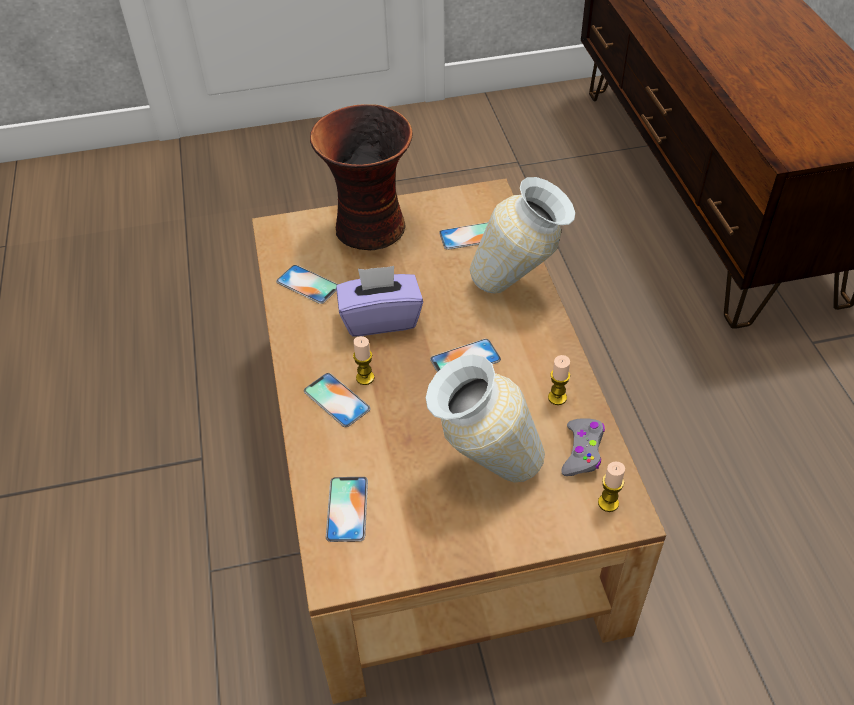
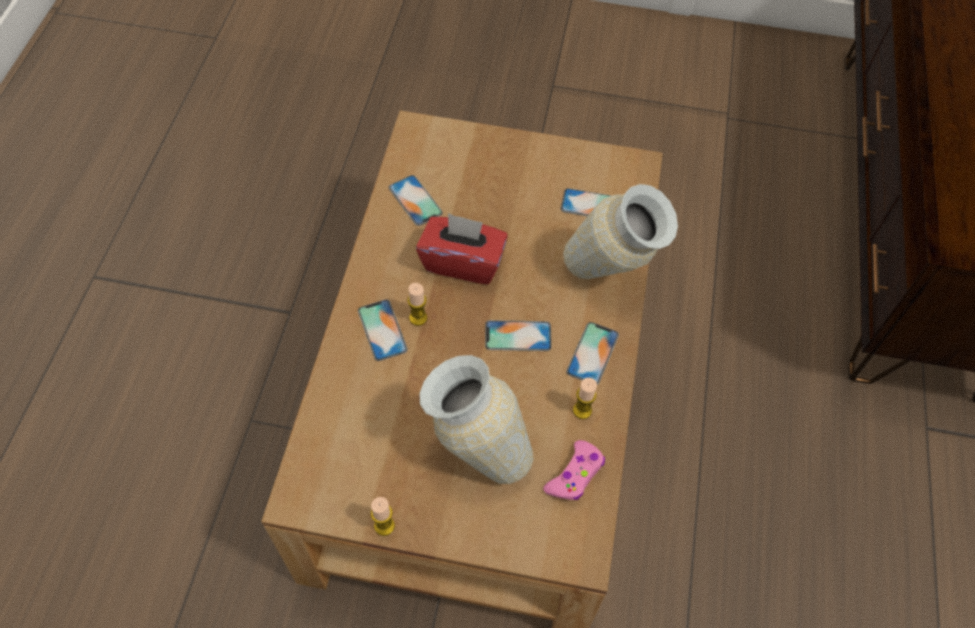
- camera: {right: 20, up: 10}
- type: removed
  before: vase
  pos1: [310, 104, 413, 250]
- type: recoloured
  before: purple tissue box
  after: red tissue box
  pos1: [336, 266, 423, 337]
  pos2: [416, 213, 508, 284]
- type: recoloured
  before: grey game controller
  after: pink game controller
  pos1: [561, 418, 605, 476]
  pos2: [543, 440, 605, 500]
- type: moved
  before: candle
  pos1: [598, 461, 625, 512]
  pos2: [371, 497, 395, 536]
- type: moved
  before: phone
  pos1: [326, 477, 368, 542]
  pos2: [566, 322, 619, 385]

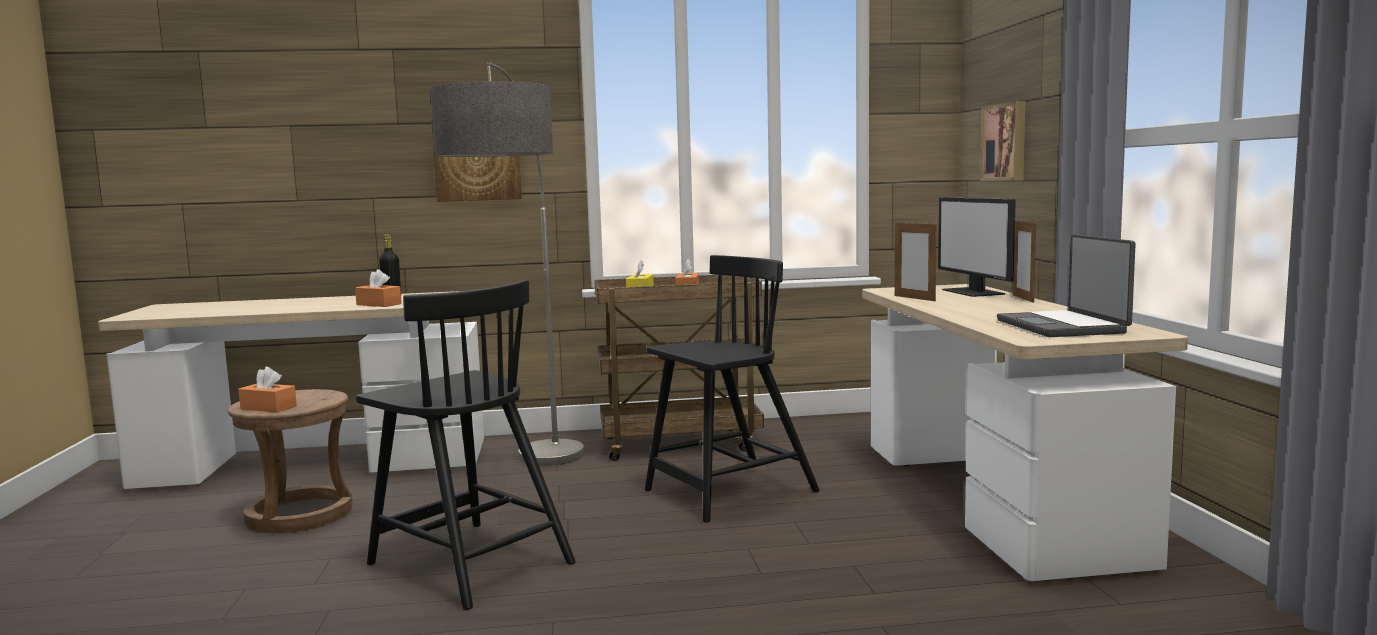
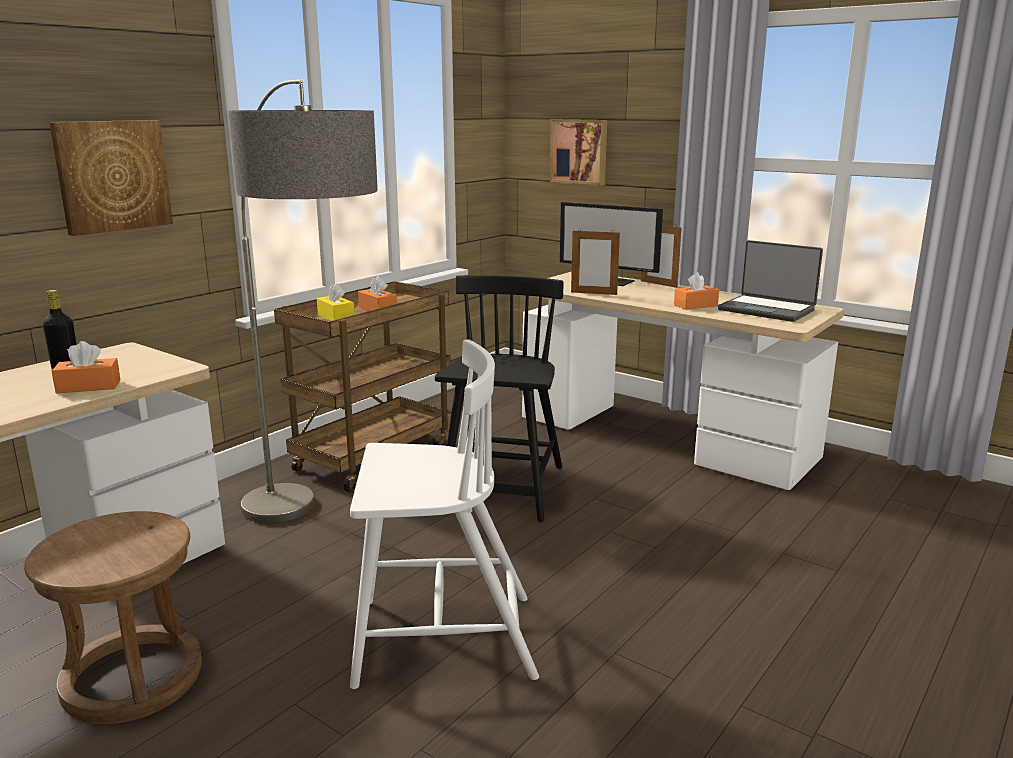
- camera: {right: -45, up: 10}
- type: recoloured
  before: black chair
  after: white chair
  pos1: [356, 280, 576, 610]
  pos2: [350, 340, 539, 689]
- type: moved
  before: orange tissue box
  pos1: [238, 367, 297, 412]
  pos2: [674, 272, 719, 310]

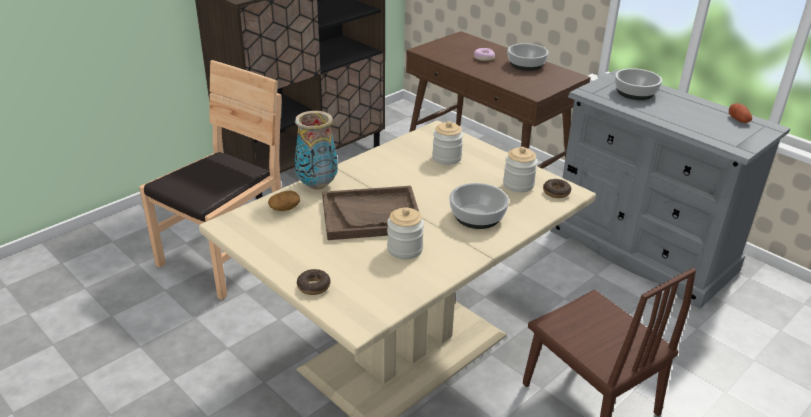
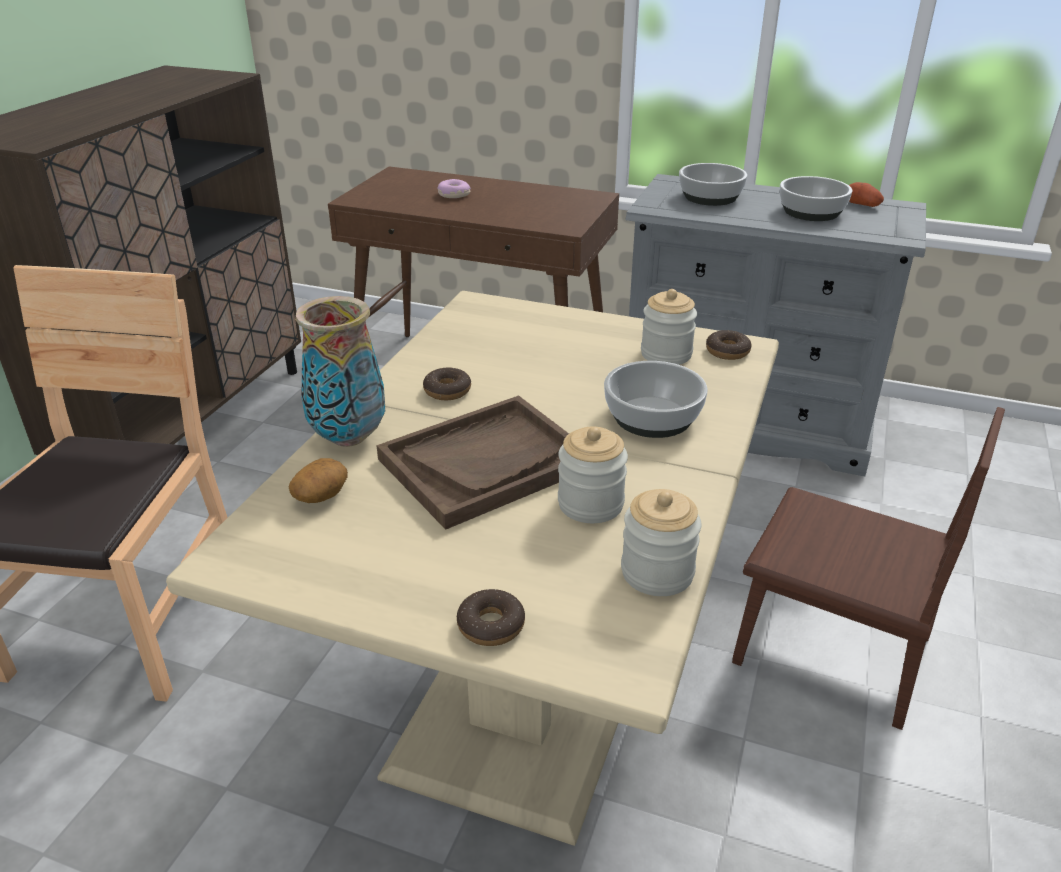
- camera: {right: -25, up: 0}
- type: moved
  before: bowl
  pos1: [507, 43, 548, 71]
  pos2: [779, 176, 853, 221]
- type: moved
  before: jar
  pos1: [432, 121, 464, 165]
  pos2: [621, 489, 702, 596]
- type: added
  after: donut
  pos2: [423, 367, 471, 400]

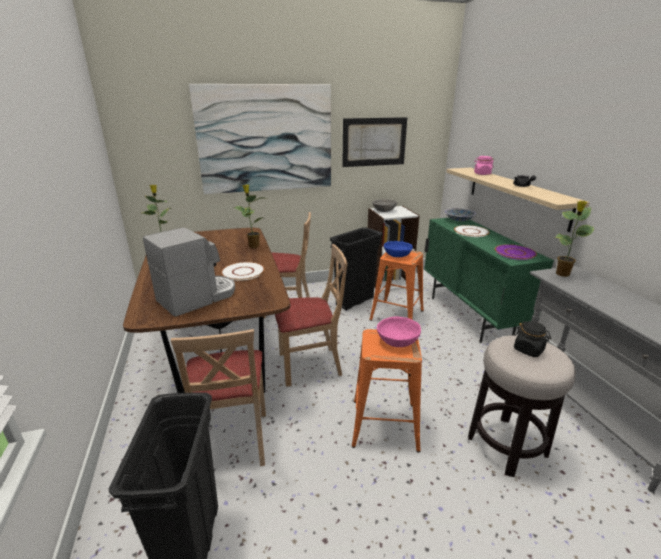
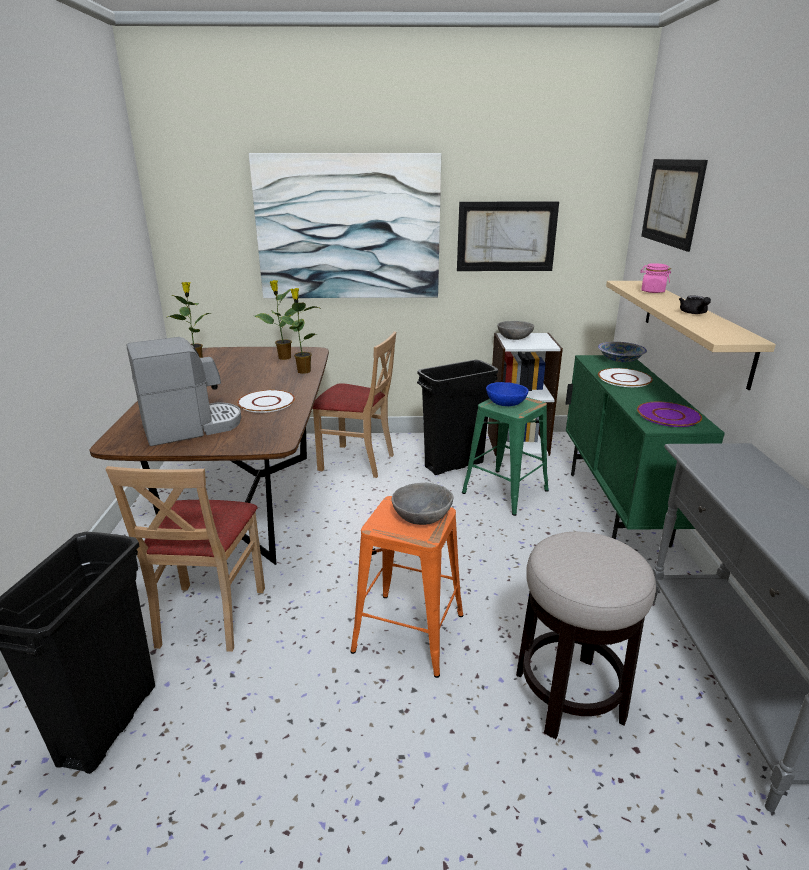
- camera: {right: 15, up: 0}
- type: moved
  before: potted plant
  pos1: [555, 200, 594, 277]
  pos2: [254, 280, 297, 360]
- type: removed
  before: beige chair
  pos1: [275, 244, 348, 387]
- type: recoloured
  before: orange stool
  after: green stool
  pos1: [369, 250, 424, 321]
  pos2: [462, 397, 549, 516]
- type: recoloured
  before: pink bowl
  after: grey bowl
  pos1: [377, 317, 421, 347]
  pos2: [392, 483, 453, 525]
- type: removed
  before: black jar
  pos1: [514, 321, 551, 357]
- type: added
  after: picture
  pos2: [641, 159, 708, 252]

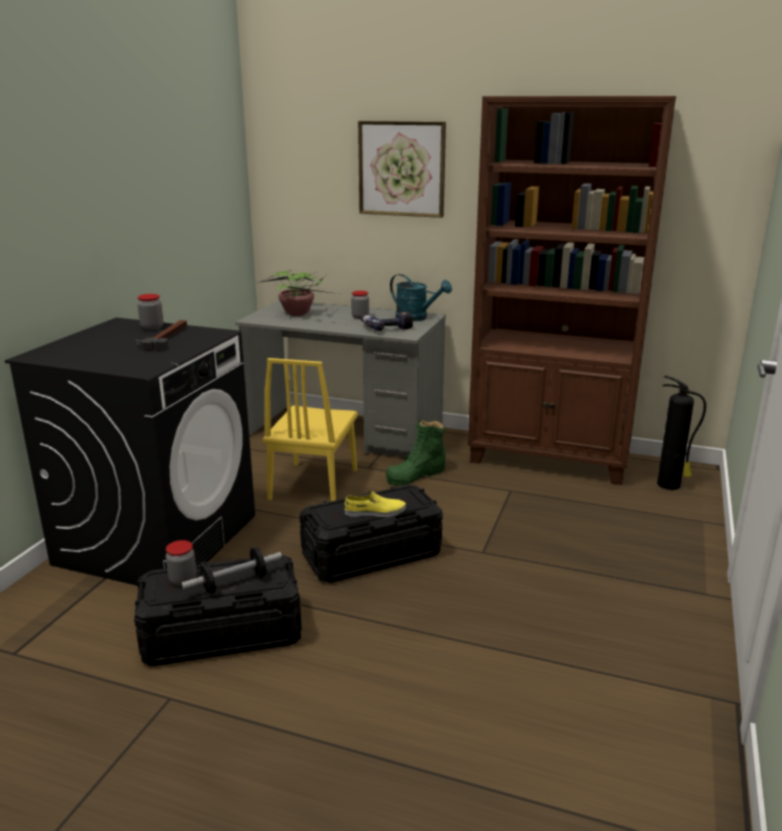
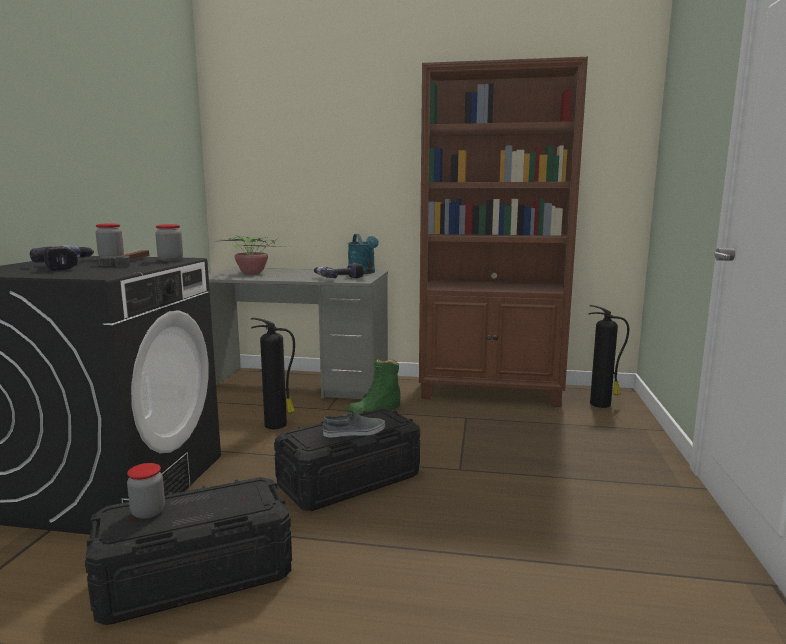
- camera: {right: -10, up: -10}
- type: removed
  before: picture
  pos1: [358, 121, 446, 218]
- type: turned
  before: turquoise watering can
  pos1: [390, 274, 452, 321]
  pos2: [348, 234, 379, 274]
  turn: 45
- type: moved
  before: jar
  pos1: [351, 291, 369, 319]
  pos2: [155, 224, 183, 261]
- type: replaced
  before: yellow chair
  after: fire extinguisher
  pos1: [263, 358, 358, 501]
  pos2: [251, 318, 295, 429]
- type: recoloured
  before: yellow shoe
  after: grey shoe
  pos1: [344, 491, 406, 517]
  pos2: [323, 410, 385, 437]
- type: removed
  before: dumbbell
  pos1: [182, 547, 282, 593]
- type: added
  after: power drill
  pos2: [30, 246, 94, 271]

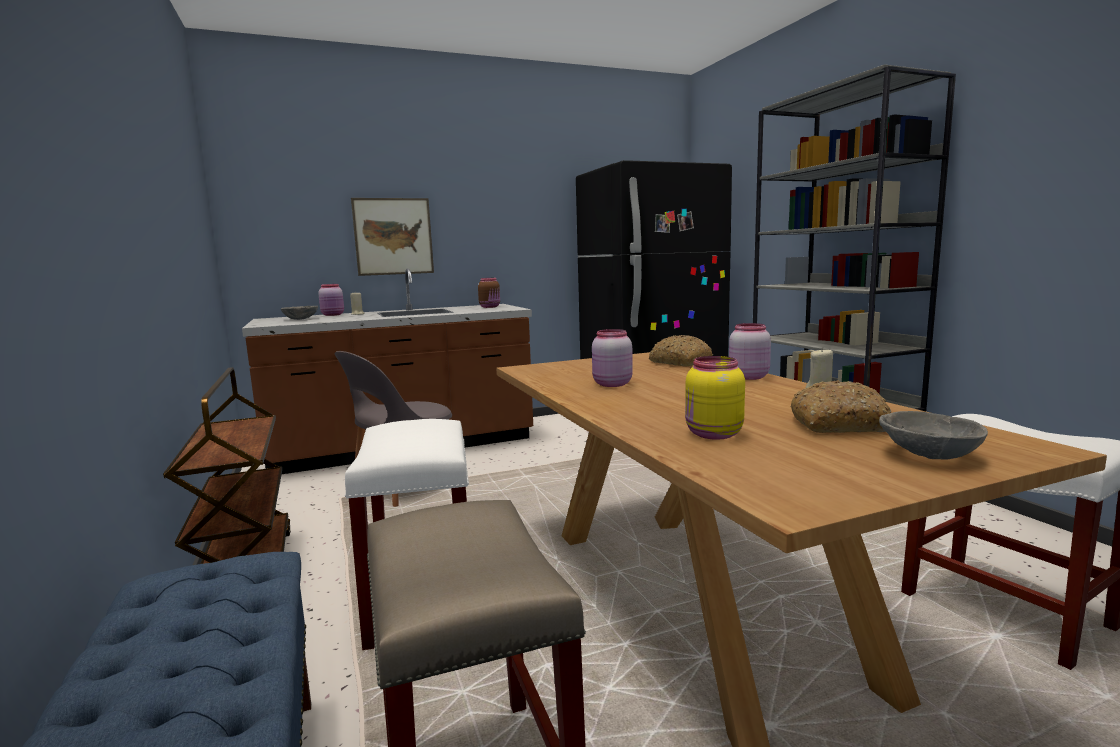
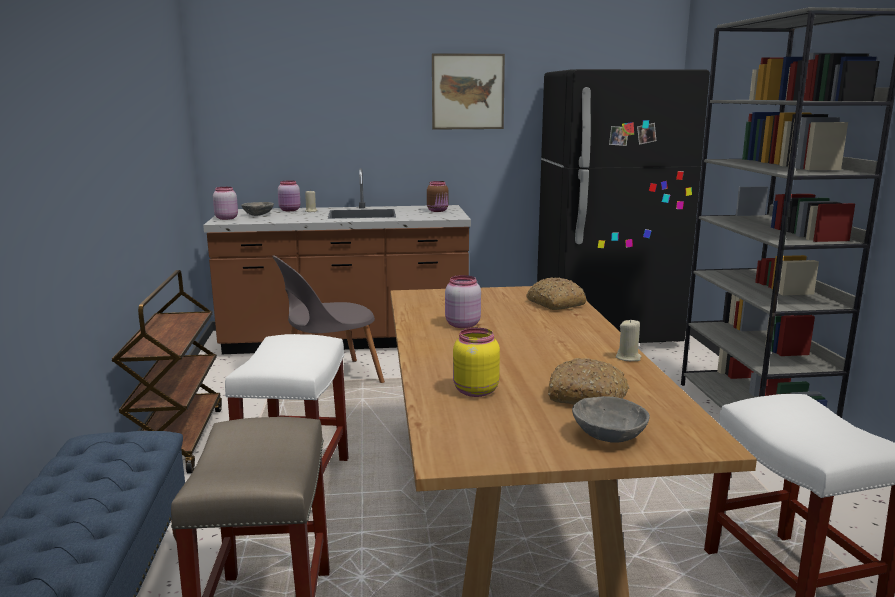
- camera: {right: 15, up: 5}
- type: moved
  before: picture
  pos1: [351, 198, 434, 276]
  pos2: [432, 53, 505, 130]
- type: moved
  before: pink jar
  pos1: [729, 323, 771, 380]
  pos2: [213, 187, 238, 220]

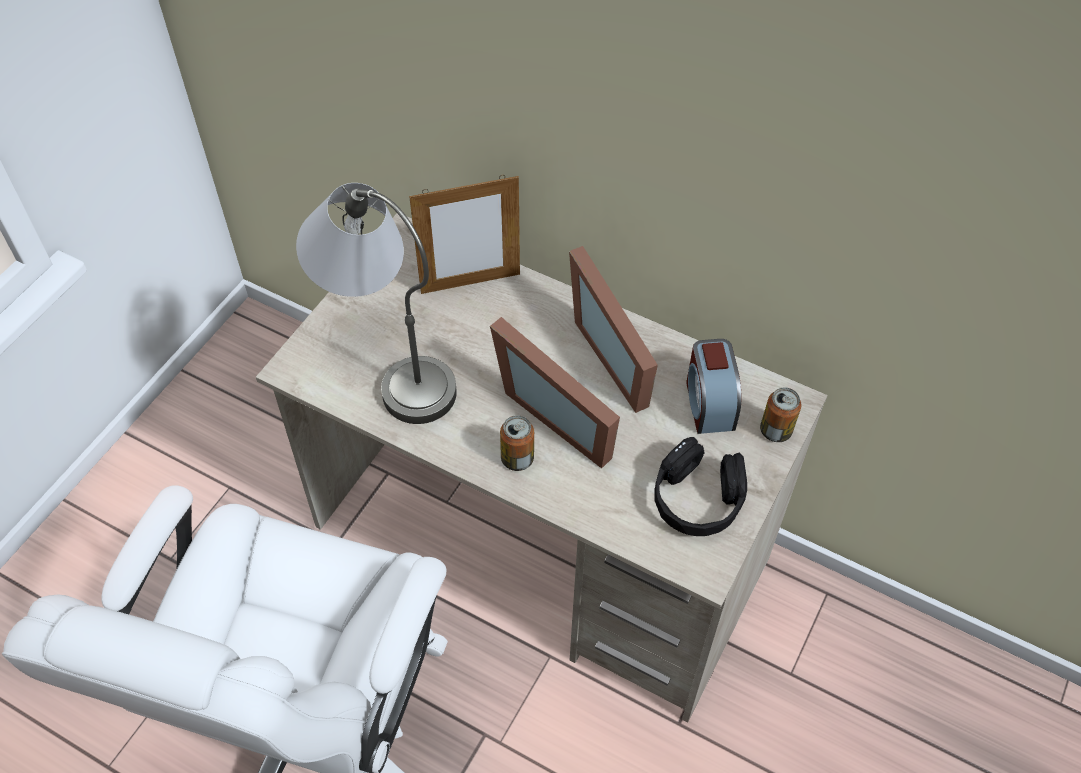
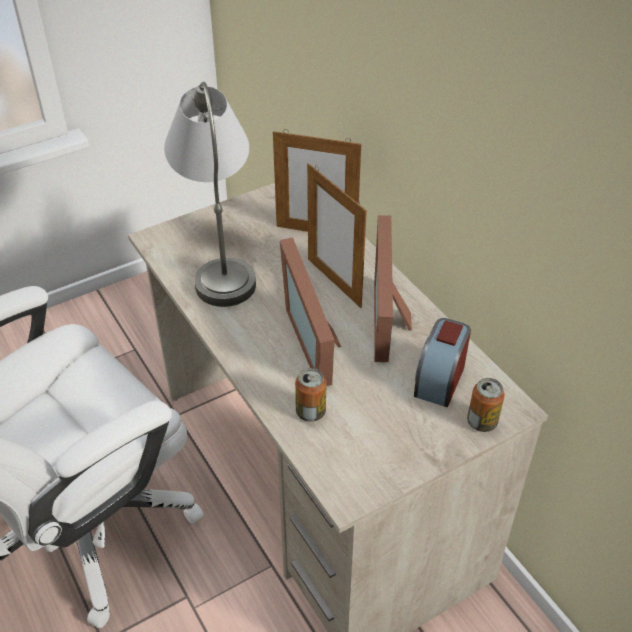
- camera: {right: 30, up: -10}
- type: moved
  before: can
  pos1: [500, 415, 534, 471]
  pos2: [295, 368, 327, 422]
- type: removed
  before: black headphones
  pos1: [654, 437, 747, 536]
- type: added
  after: picture frame
  pos2: [307, 163, 367, 308]

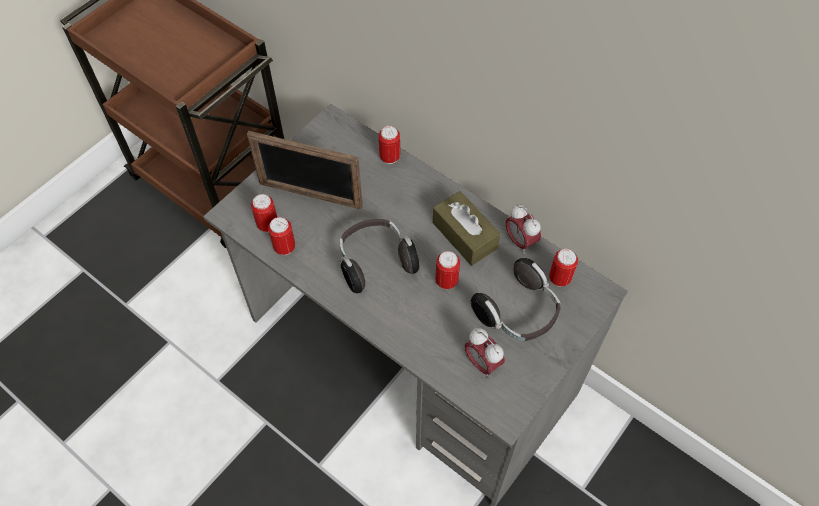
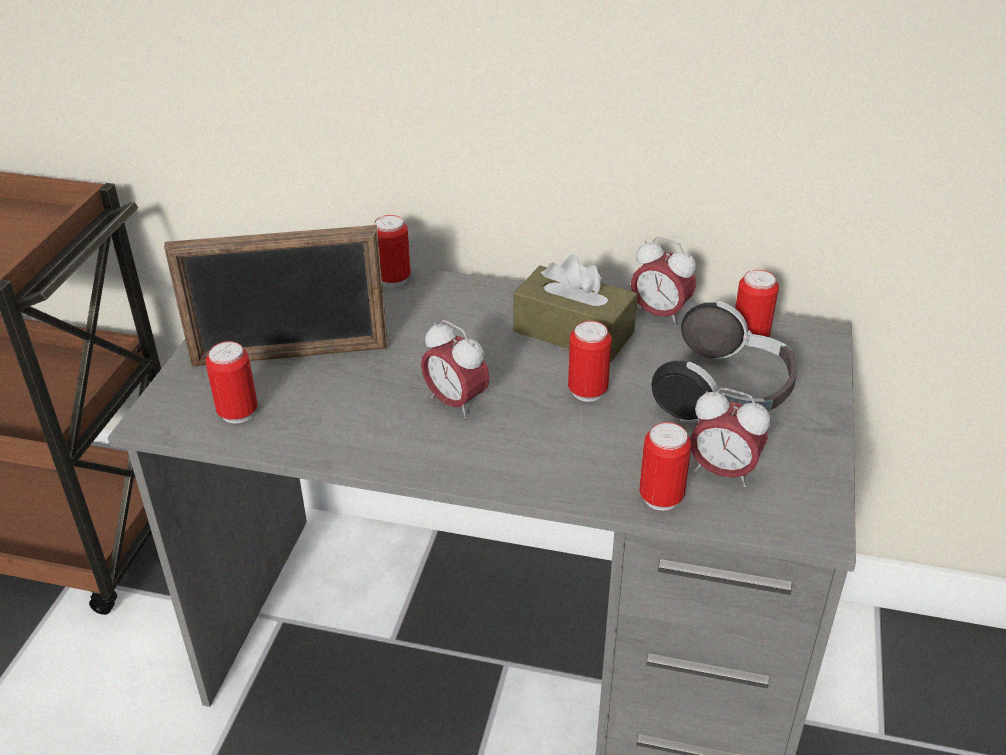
- camera: {right: -25, up: -20}
- type: moved
  before: can
  pos1: [268, 217, 295, 255]
  pos2: [639, 422, 691, 511]
- type: replaced
  before: headphones
  after: alarm clock
  pos1: [339, 219, 419, 293]
  pos2: [421, 320, 490, 419]

